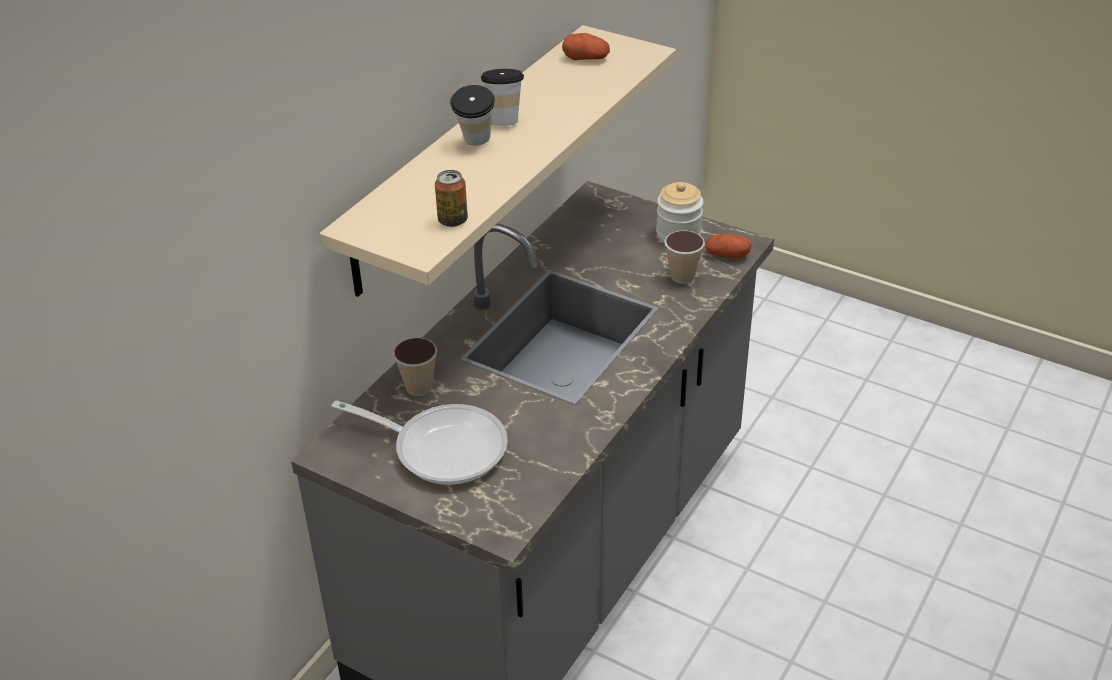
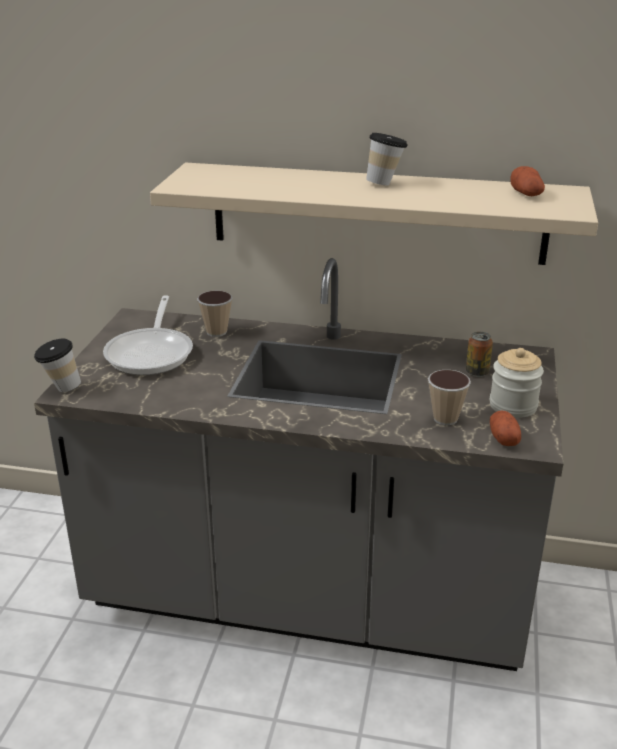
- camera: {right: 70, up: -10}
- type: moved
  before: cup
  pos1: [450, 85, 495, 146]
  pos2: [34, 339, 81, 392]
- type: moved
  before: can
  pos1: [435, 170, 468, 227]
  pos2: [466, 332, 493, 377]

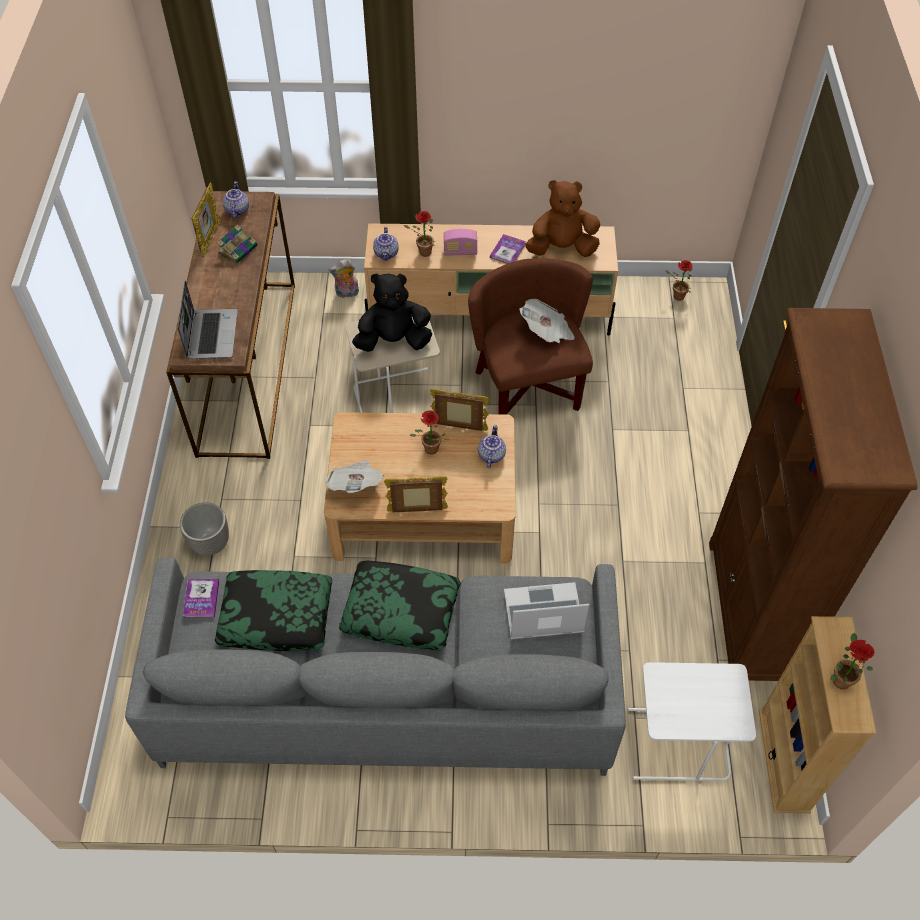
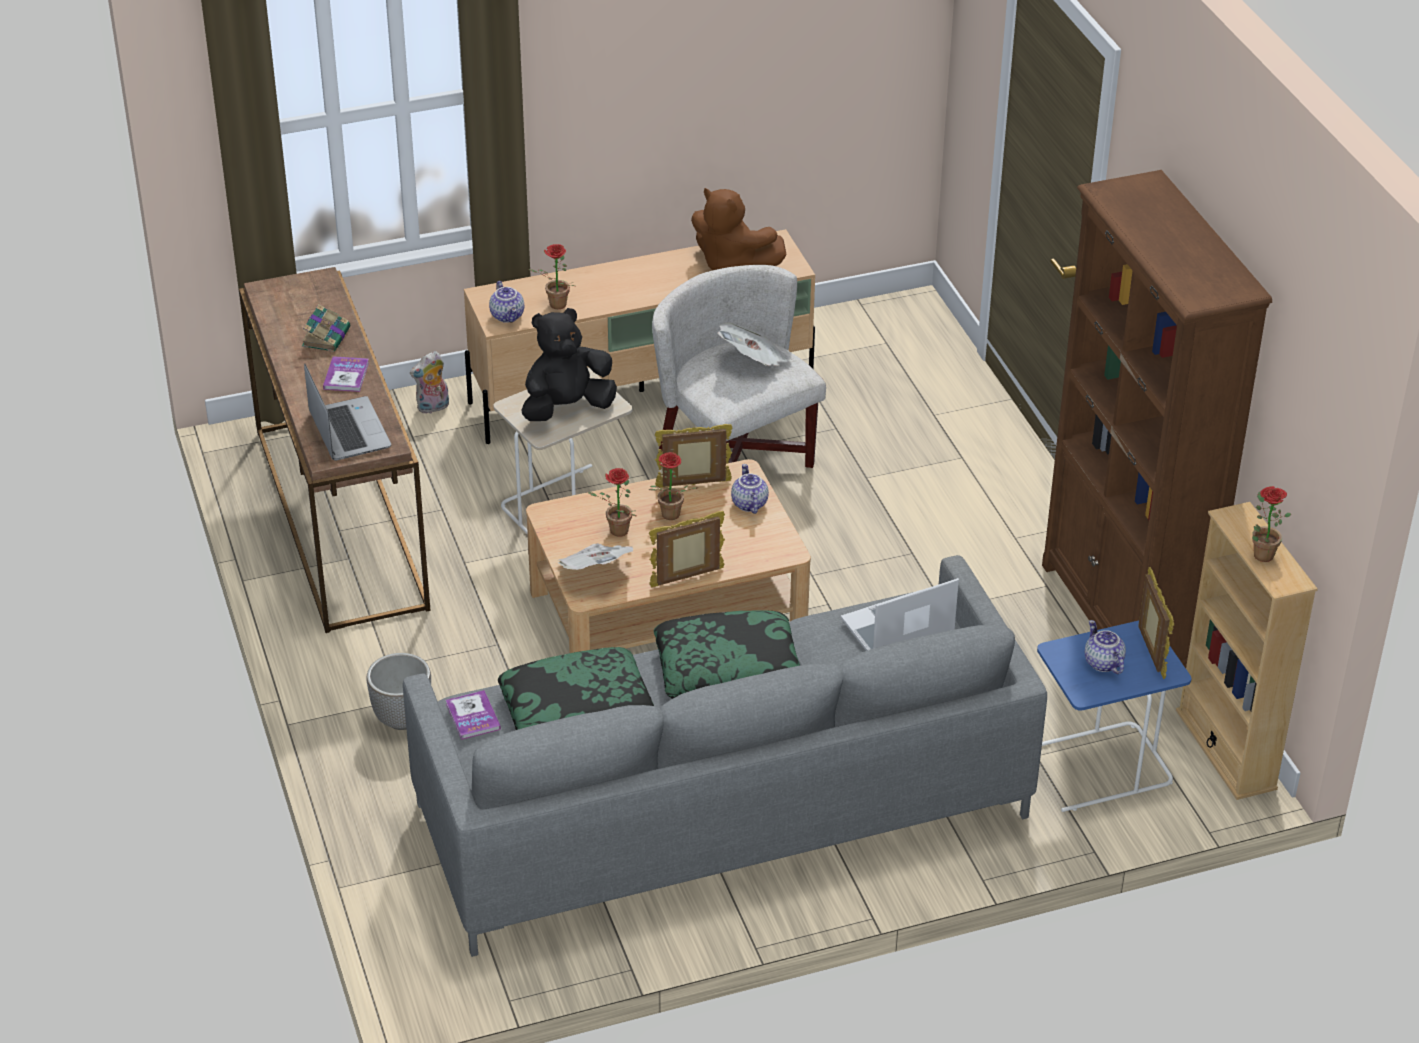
- camera: {right: -20, up: -15}
- type: turned
  before: brown plush toy
  pos1: [525, 180, 600, 257]
  pos2: [691, 188, 787, 271]
  turn: -120
- type: moved
  before: teapot
  pos1: [223, 181, 249, 218]
  pos2: [1085, 620, 1126, 674]
- type: moved
  before: picture frame
  pos1: [191, 183, 220, 258]
  pos2: [1138, 567, 1174, 679]
- type: removed
  before: radio
  pos1: [444, 229, 477, 256]
- type: moved
  before: book
  pos1: [490, 234, 526, 264]
  pos2: [323, 356, 369, 392]
- type: recoloured
  before: brown armchair
  after: white armchair
  pos1: [468, 258, 593, 415]
  pos2: [652, 265, 826, 468]
- type: moved
  before: potted plant
  pos1: [665, 260, 693, 301]
  pos2: [587, 468, 637, 537]
- type: recoloured
  before: white side table
  after: blue side table
  pos1: [628, 662, 756, 781]
  pos2: [1037, 620, 1191, 812]

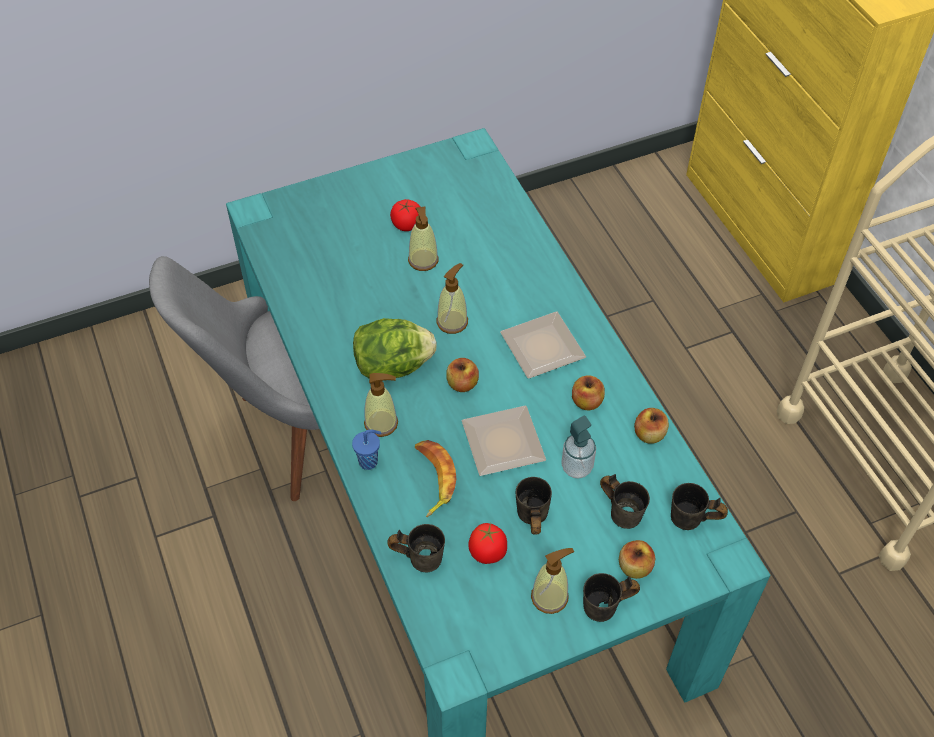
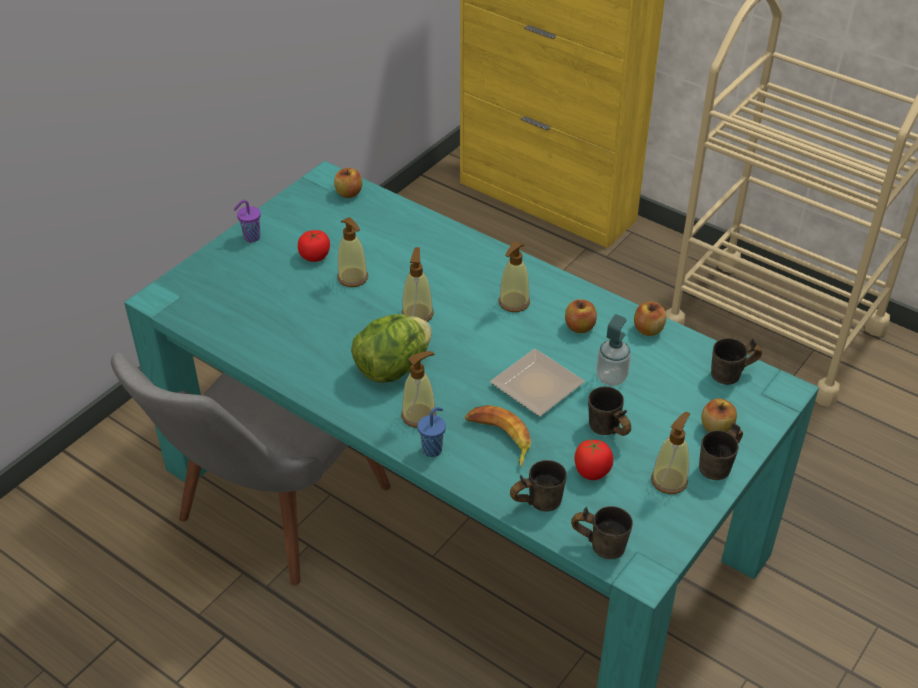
- camera: {right: -30, up: -10}
- type: replaced
  before: plate
  after: soap dispenser
  pos1: [500, 311, 586, 379]
  pos2: [499, 241, 530, 312]
- type: moved
  before: apple
  pos1: [446, 358, 479, 392]
  pos2: [334, 168, 362, 198]
- type: moved
  before: grey mug
  pos1: [600, 474, 650, 529]
  pos2: [571, 506, 633, 559]
- type: added
  after: purple cup
  pos2: [234, 200, 261, 243]

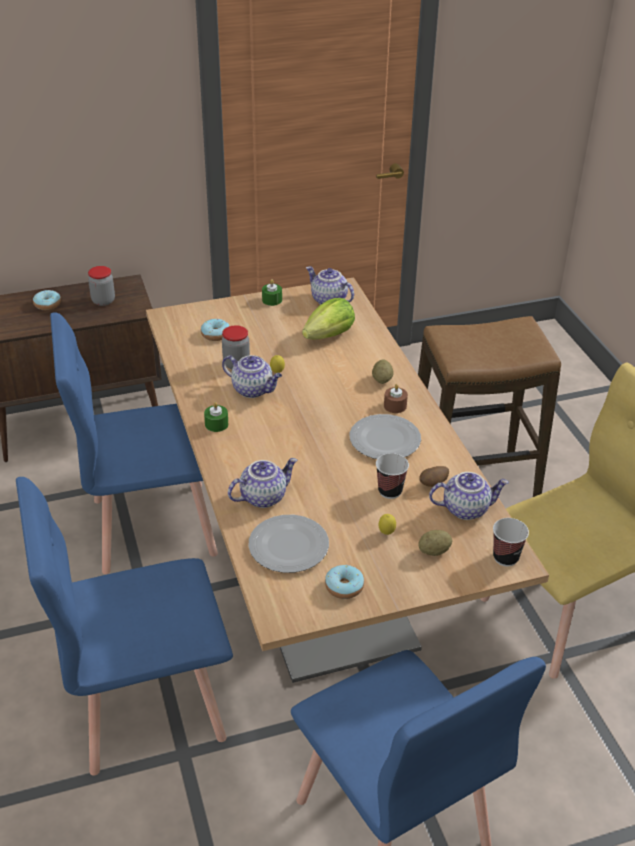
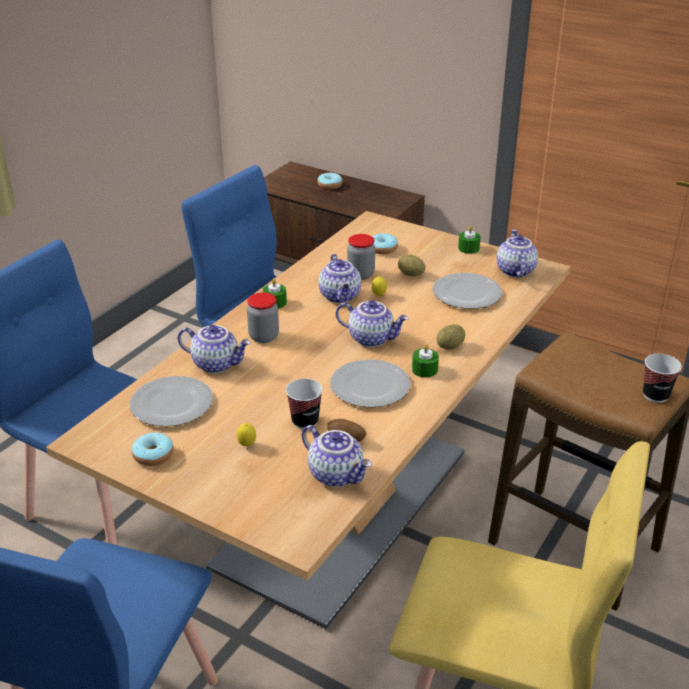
- camera: {right: 50, up: -5}
- type: moved
  before: jar
  pos1: [88, 266, 115, 306]
  pos2: [247, 292, 279, 343]
- type: replaced
  before: lettuce
  after: plate
  pos1: [302, 298, 355, 339]
  pos2: [432, 273, 502, 309]
- type: recoloured
  before: brown candle
  after: green candle
  pos1: [384, 384, 408, 413]
  pos2: [412, 344, 439, 378]
- type: moved
  before: cup
  pos1: [493, 518, 529, 566]
  pos2: [643, 354, 682, 403]
- type: moved
  before: potato
  pos1: [418, 530, 452, 556]
  pos2: [398, 255, 425, 276]
- type: added
  after: teapot
  pos2: [336, 300, 409, 347]

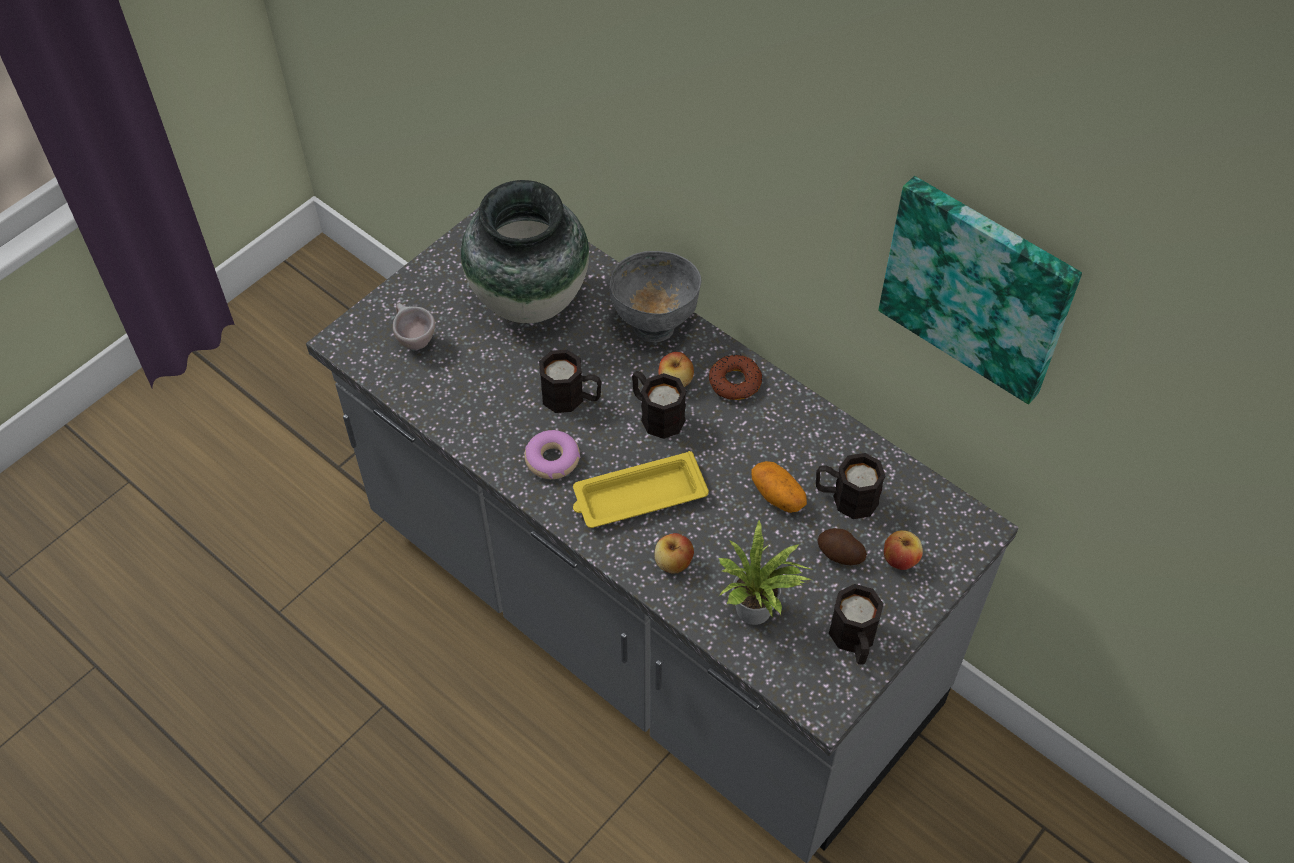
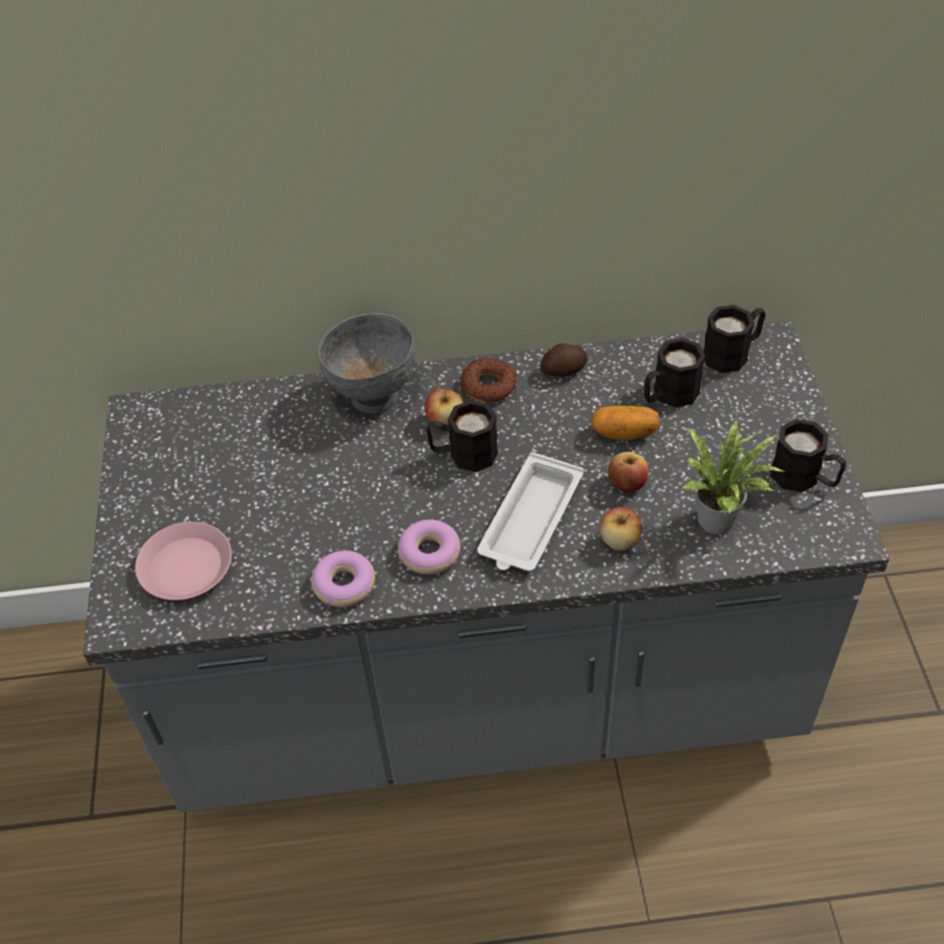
- camera: {right: -45, up: -5}
- type: removed
  before: picture
  pos1: [879, 176, 1082, 405]
- type: removed
  before: vase
  pos1: [461, 180, 589, 323]
- type: replaced
  before: beige cup
  after: pink plate
  pos1: [393, 303, 435, 350]
  pos2: [135, 522, 232, 600]
- type: moved
  before: black mug
  pos1: [539, 350, 602, 413]
  pos2: [703, 305, 765, 373]
- type: recoloured
  before: yellow tray
  after: white tray
  pos1: [573, 451, 709, 528]
  pos2: [477, 452, 584, 572]
- type: moved
  before: potato
  pos1: [818, 528, 867, 565]
  pos2: [540, 343, 587, 376]
- type: moved
  before: apple
  pos1: [884, 530, 923, 570]
  pos2: [608, 452, 649, 493]
- type: added
  after: donut
  pos2: [311, 551, 375, 607]

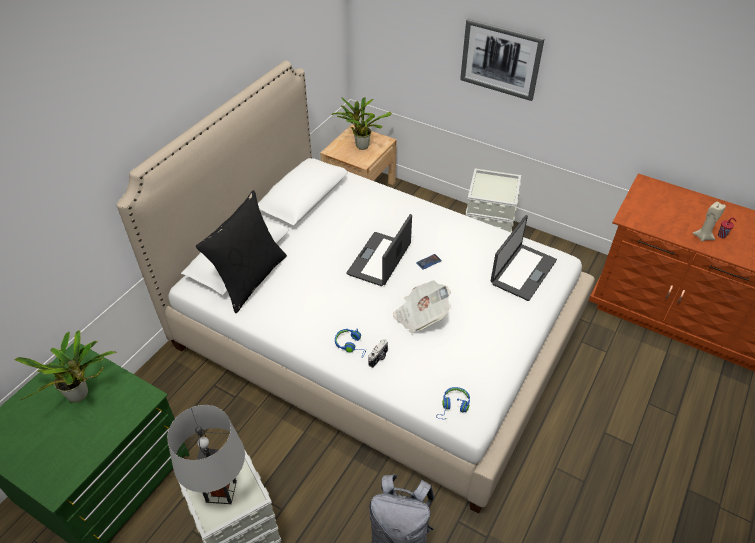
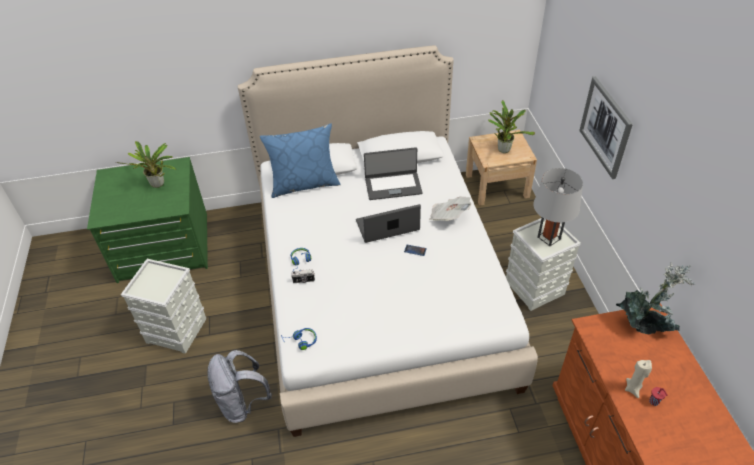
- camera: {right: 50, up: 0}
- type: recoloured
  before: black pillow
  after: blue pillow
  pos1: [196, 190, 287, 313]
  pos2: [260, 123, 341, 198]
- type: moved
  before: laptop
  pos1: [490, 215, 557, 301]
  pos2: [364, 147, 423, 200]
- type: moved
  before: newspaper
  pos1: [393, 281, 451, 333]
  pos2: [429, 196, 471, 221]
- type: moved
  before: grey table lamp
  pos1: [167, 405, 245, 504]
  pos2: [533, 168, 583, 246]
- type: added
  after: potted plant
  pos2: [616, 262, 695, 334]

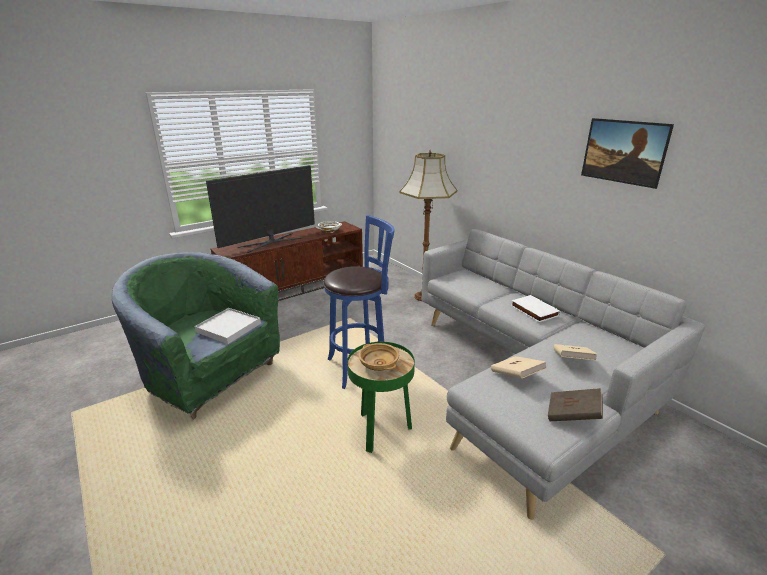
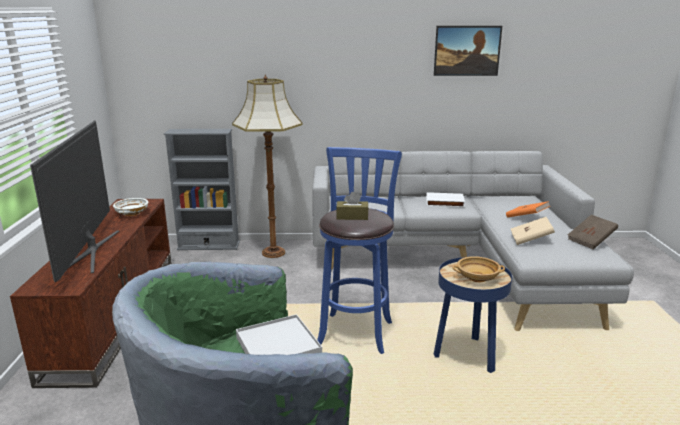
- camera: {right: -55, up: -5}
- type: recoloured
  before: green side table
  after: blue side table
  pos1: [347, 342, 415, 453]
  pos2: [434, 257, 512, 373]
- type: recoloured
  before: beige book
  after: orange book
  pos1: [553, 344, 597, 361]
  pos2: [506, 201, 550, 218]
- type: added
  after: grey bookcase
  pos2: [164, 129, 240, 250]
- type: added
  after: brown tissue box
  pos2: [336, 192, 369, 220]

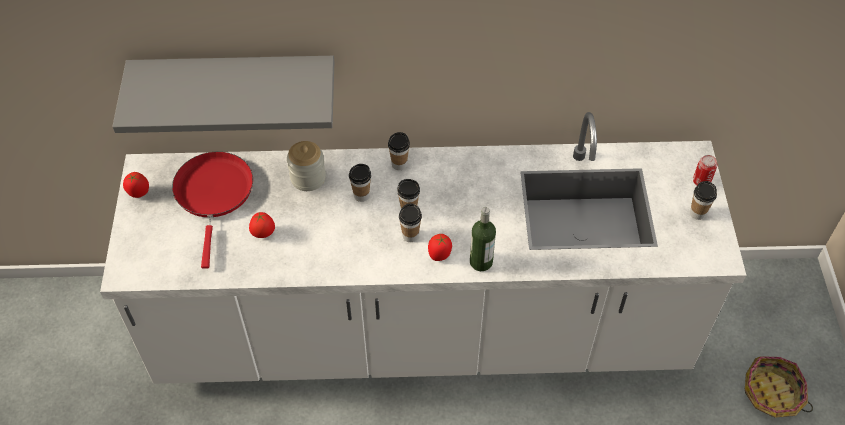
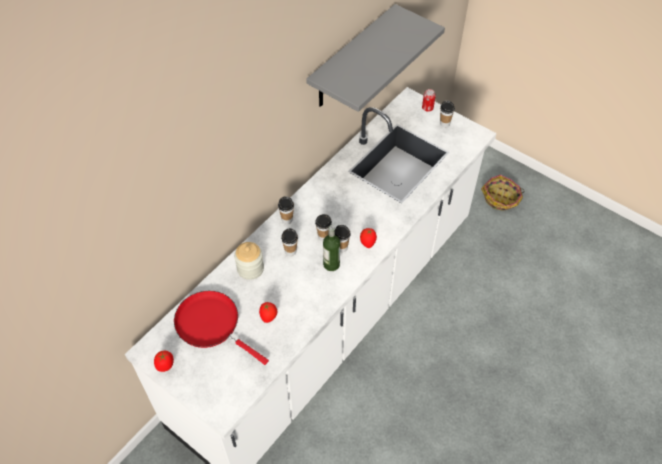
- camera: {right: -50, up: 0}
- type: moved
  before: grey shelf
  pos1: [112, 56, 334, 133]
  pos2: [306, 4, 445, 112]
- type: moved
  before: bottle
  pos1: [470, 207, 496, 271]
  pos2: [323, 225, 340, 271]

